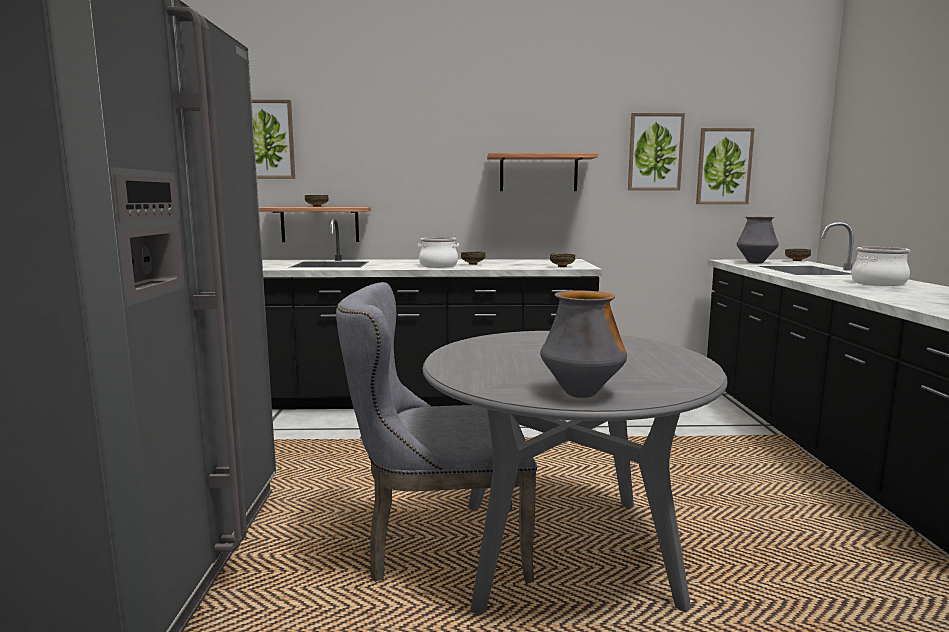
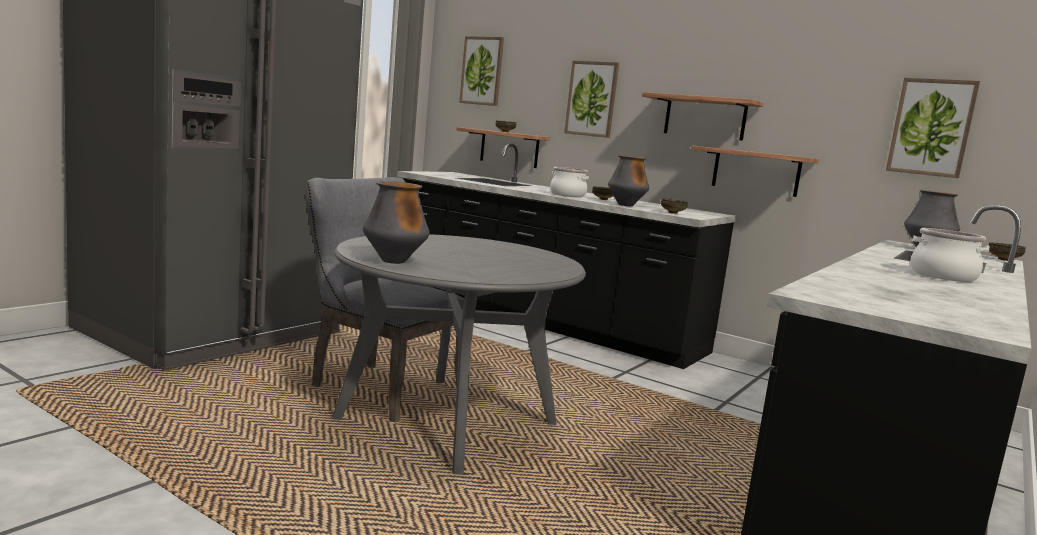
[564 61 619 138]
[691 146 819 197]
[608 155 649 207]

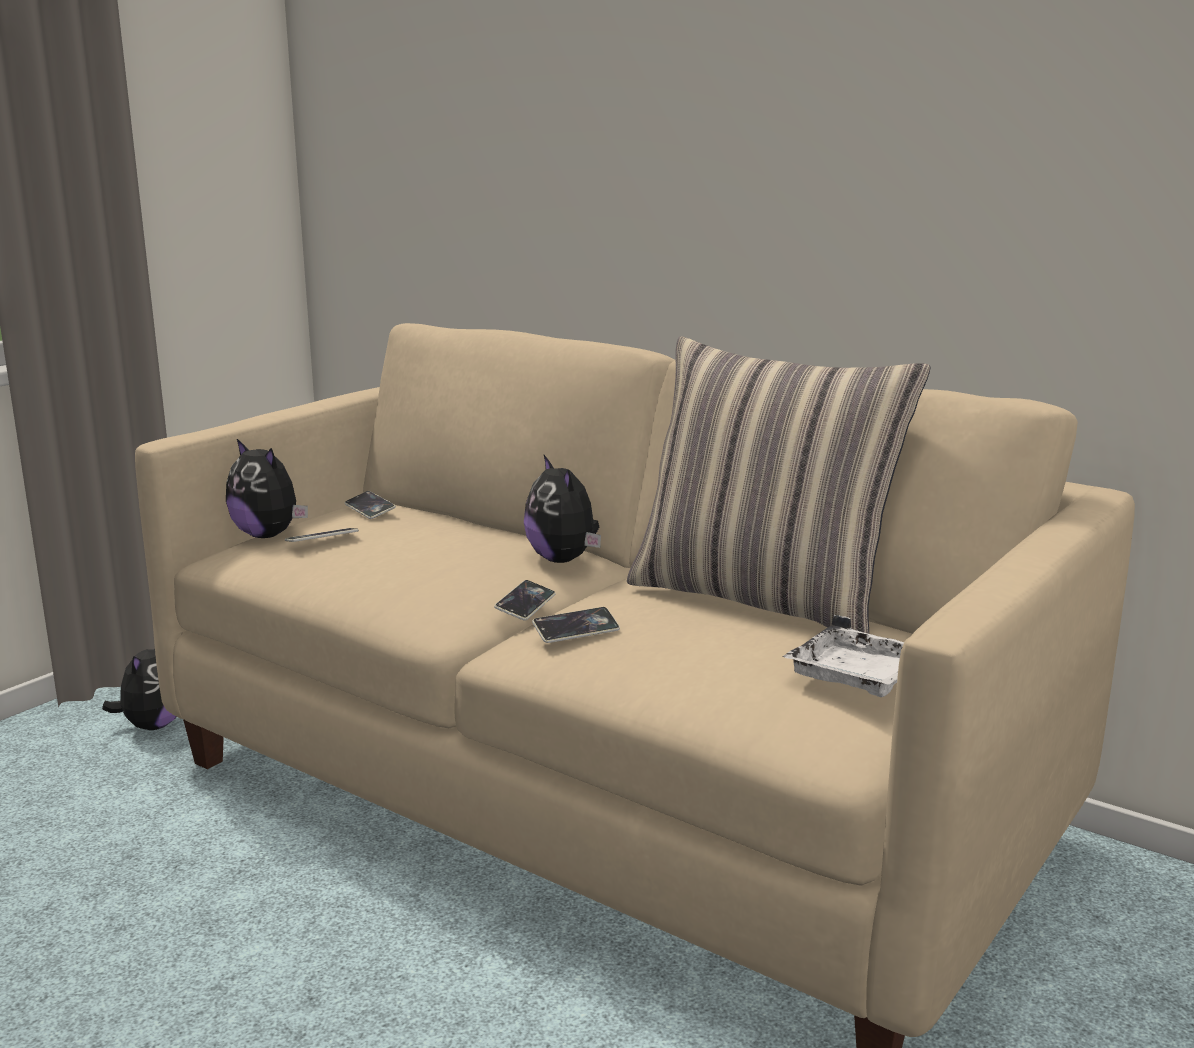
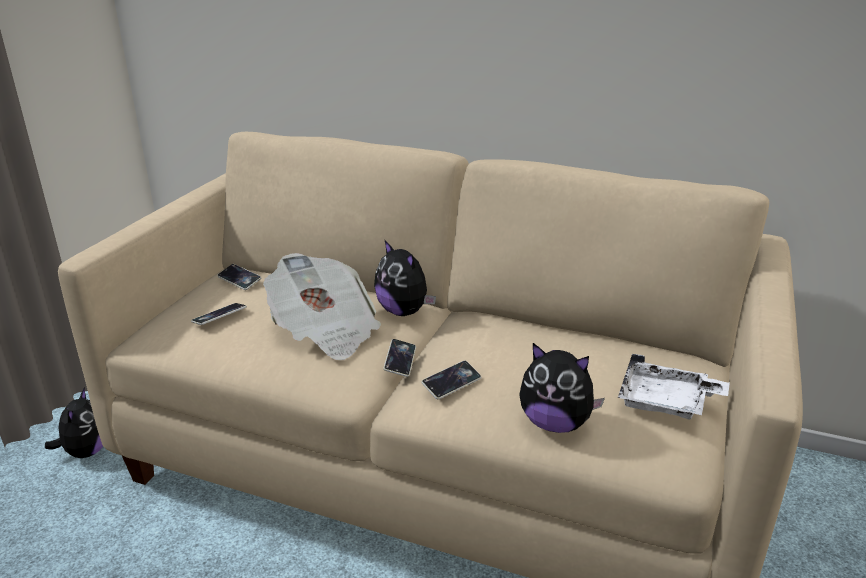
[627 336 931 634] (first image)
[520 343 605 433]
[263 253 381 360]

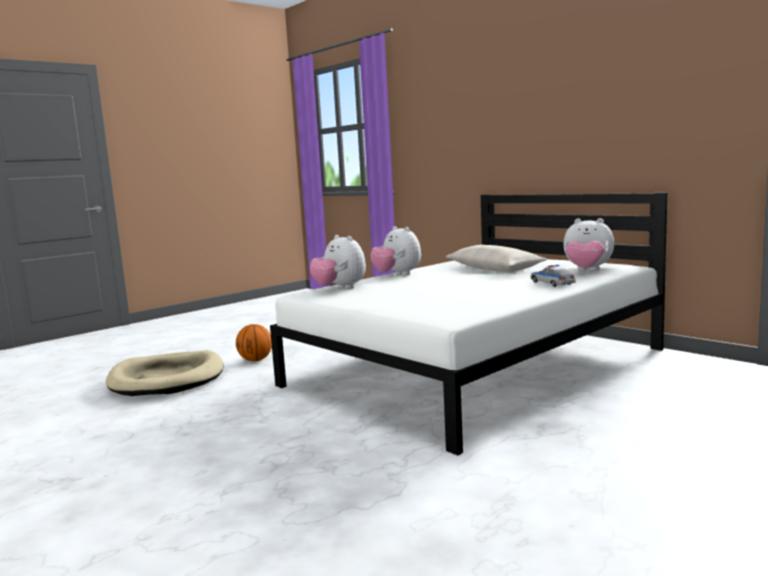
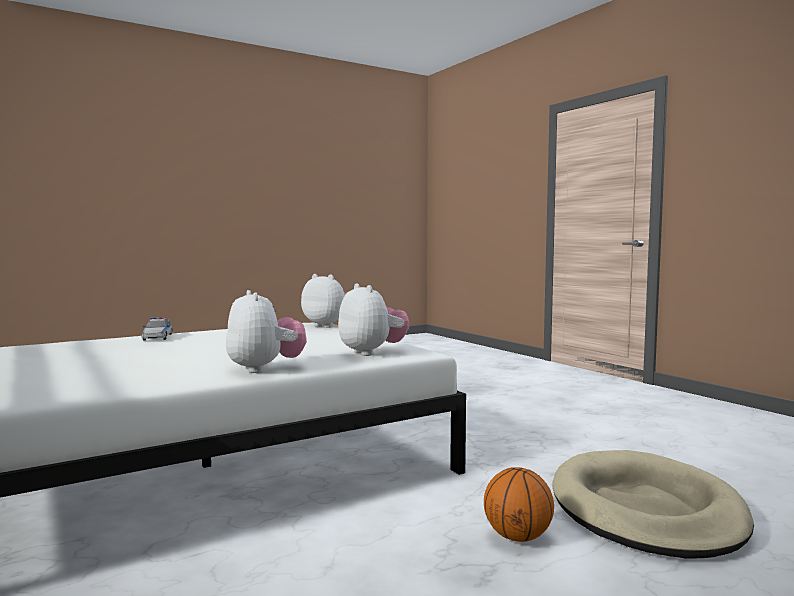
[301 274 347 328]
[446 245 547 272] (first image)

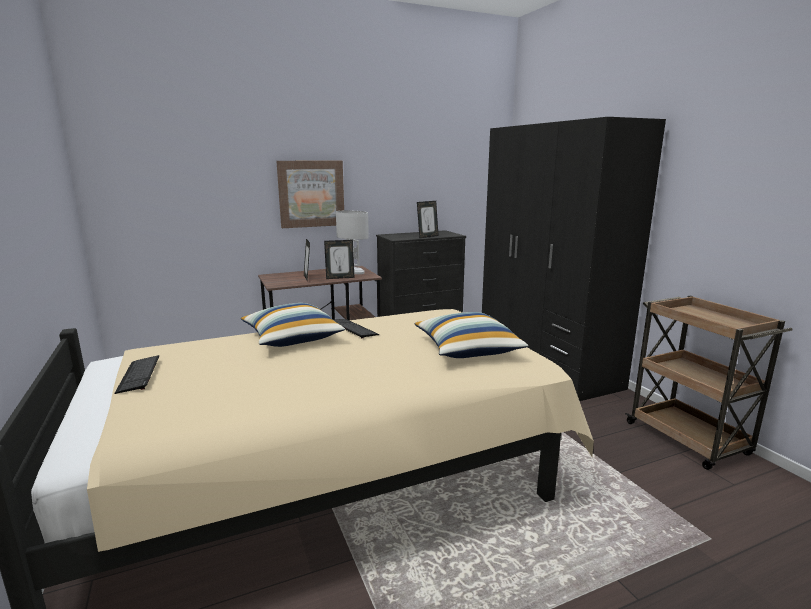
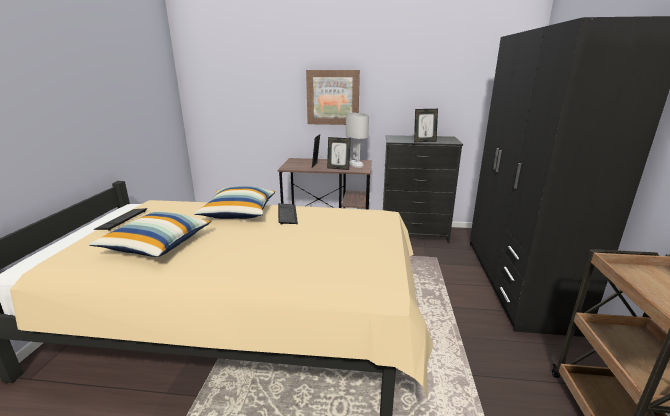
[89 211 211 257]

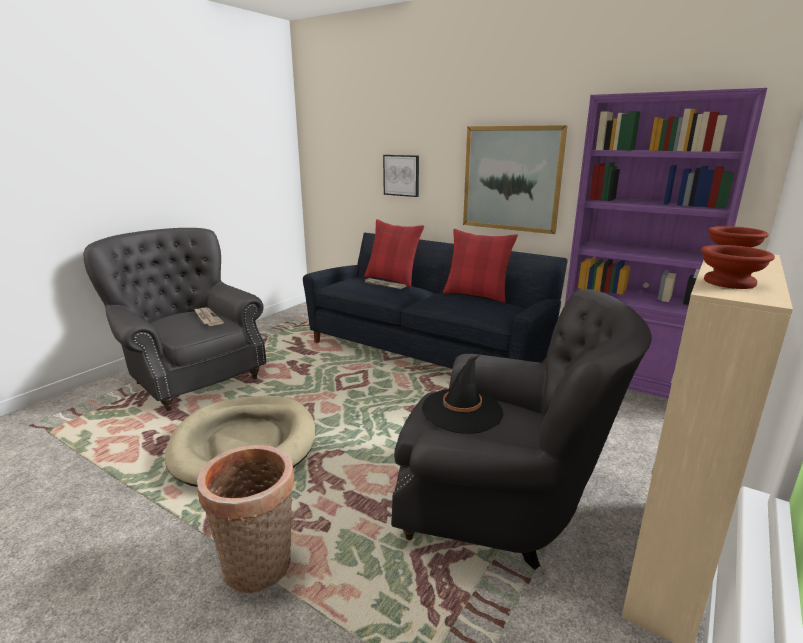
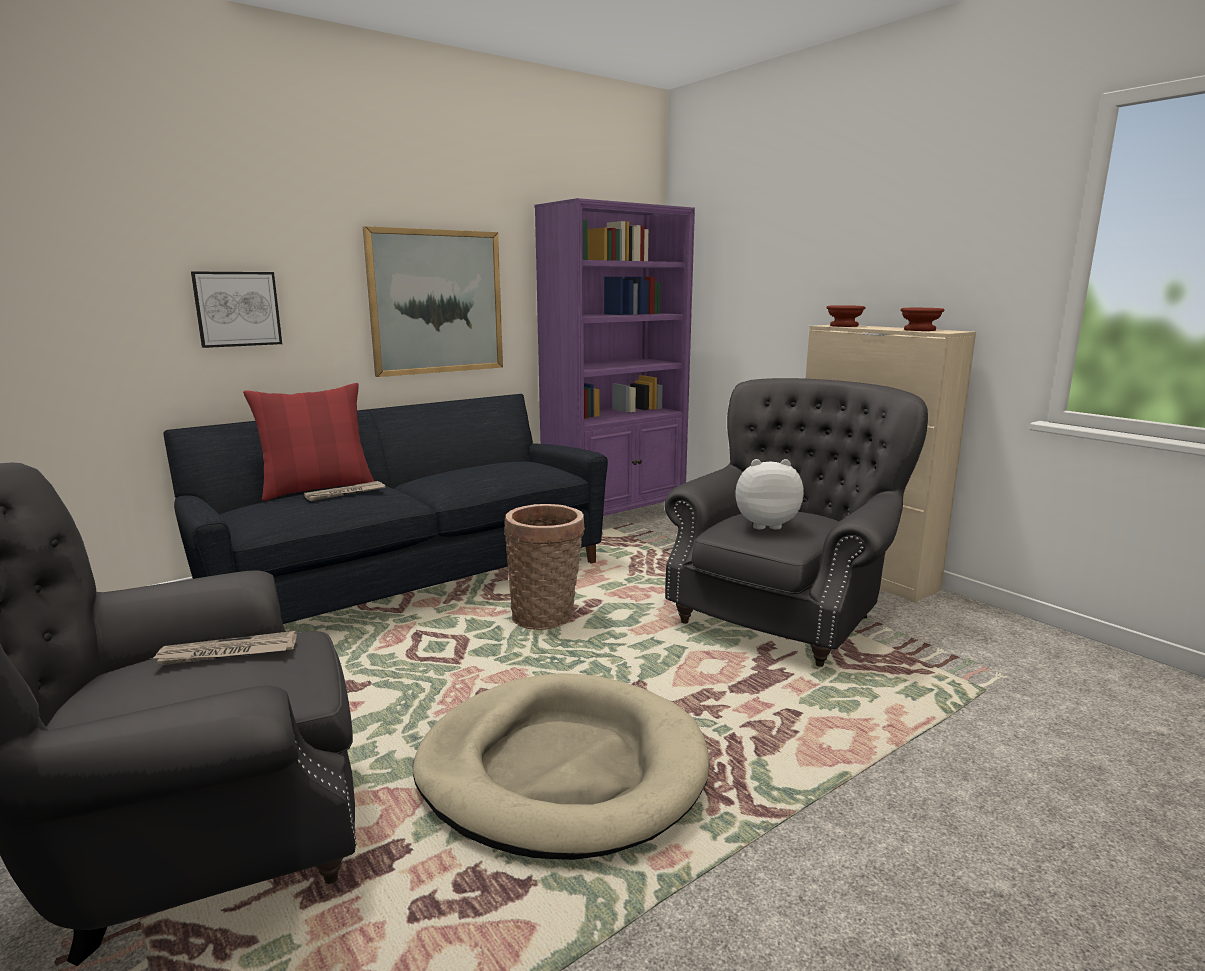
[443 229 518 303] (first image)
[735 459 804 529]
[504 504 585 630]

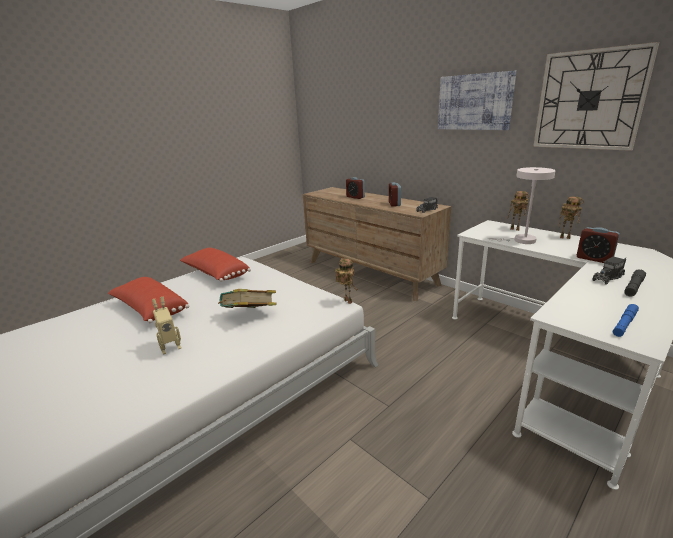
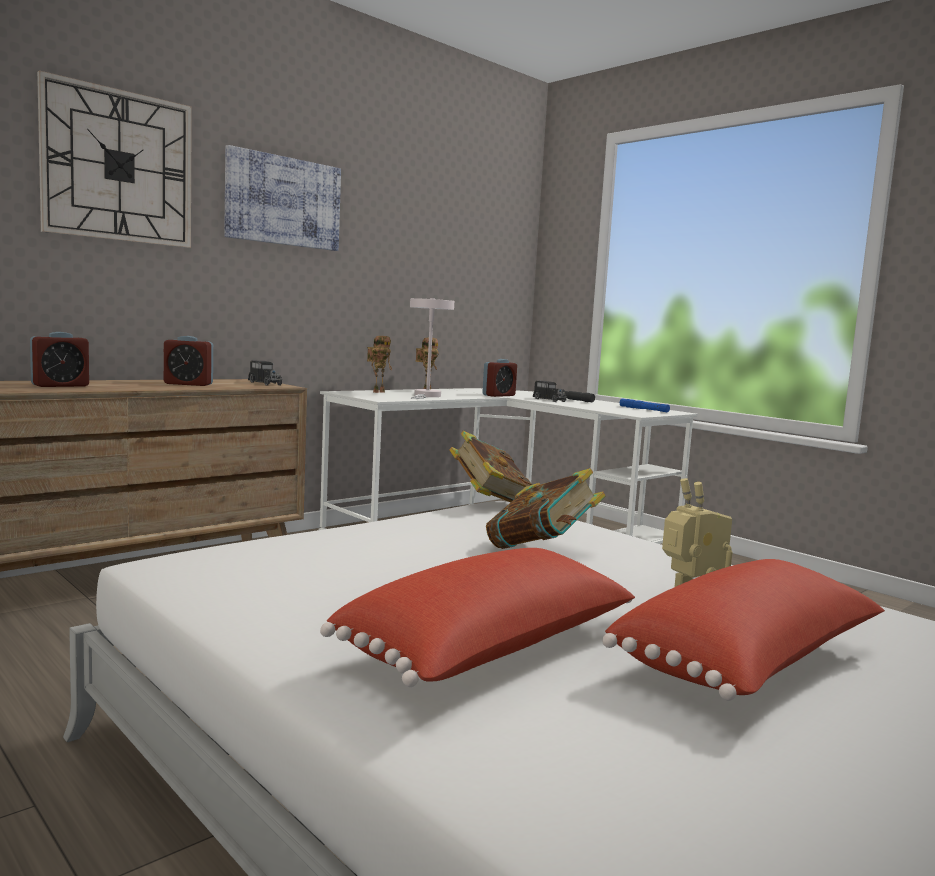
[37 70 192 248]
[602 559 885 701]
[449 431 532 502]

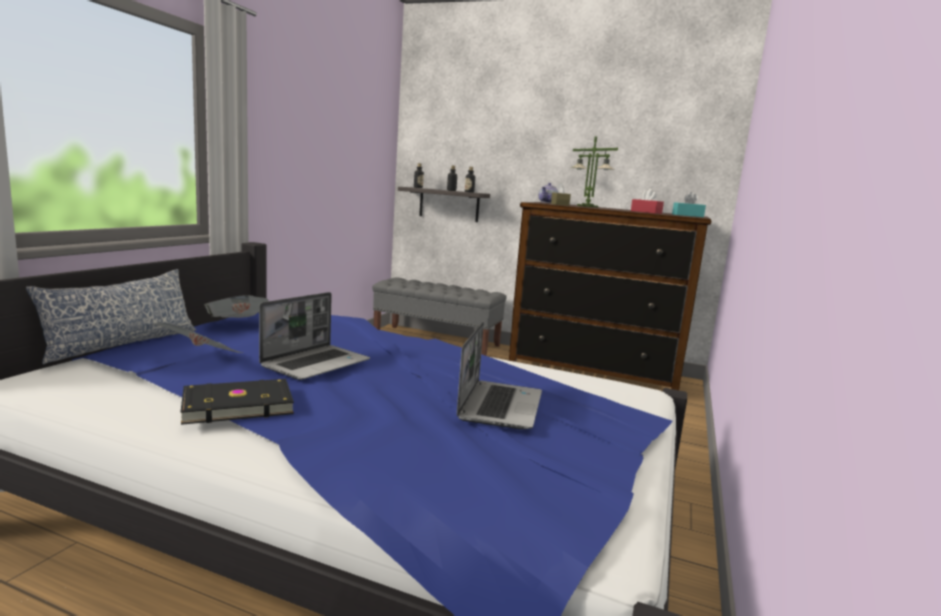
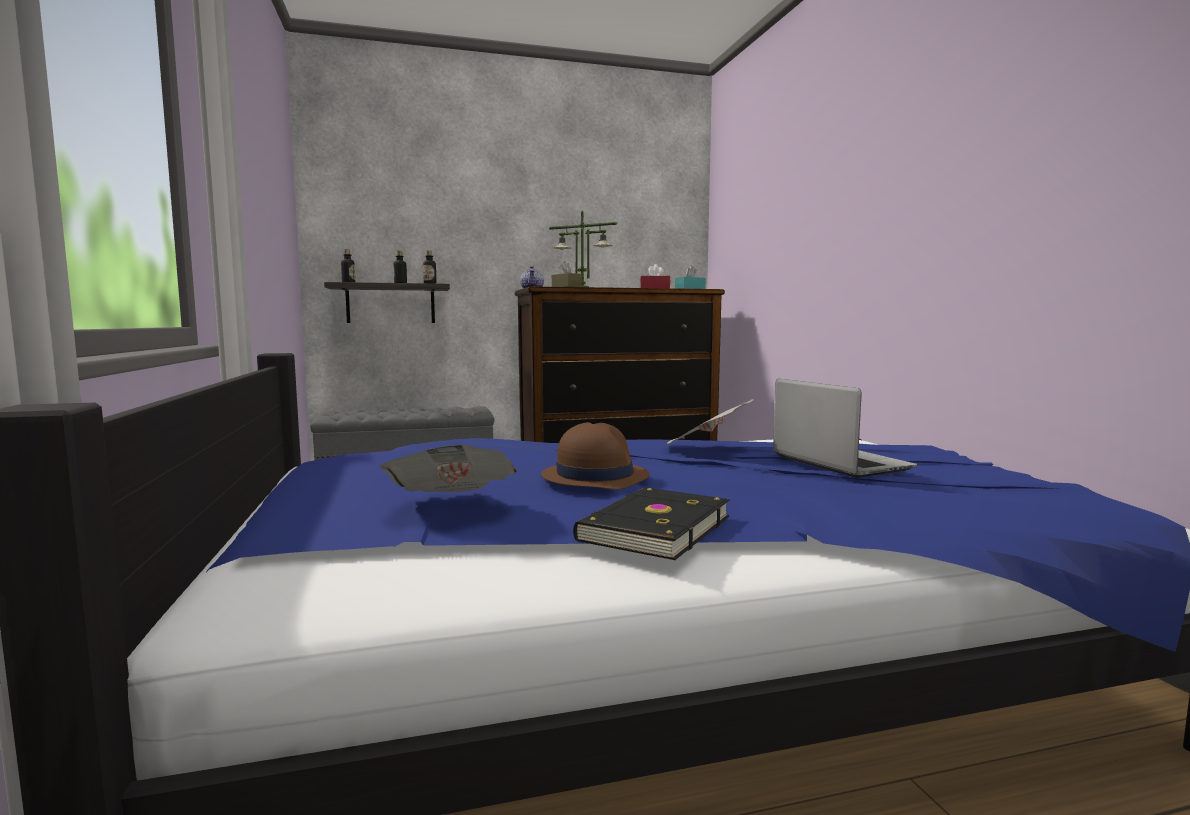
[26 269 196 365] (first image)
[541 422 650 490]
[664 399 754 446]

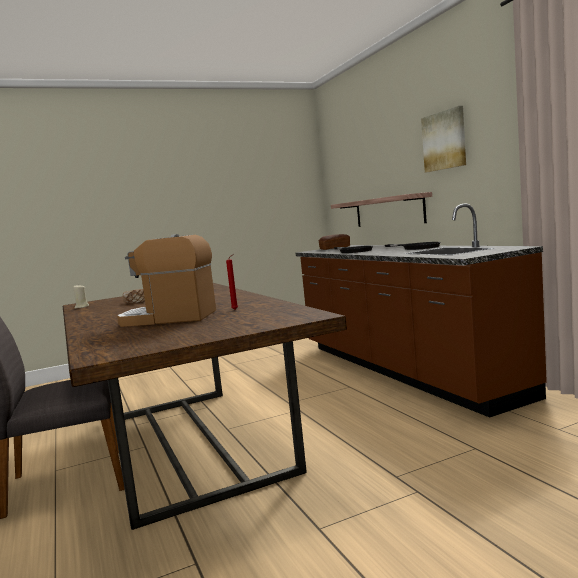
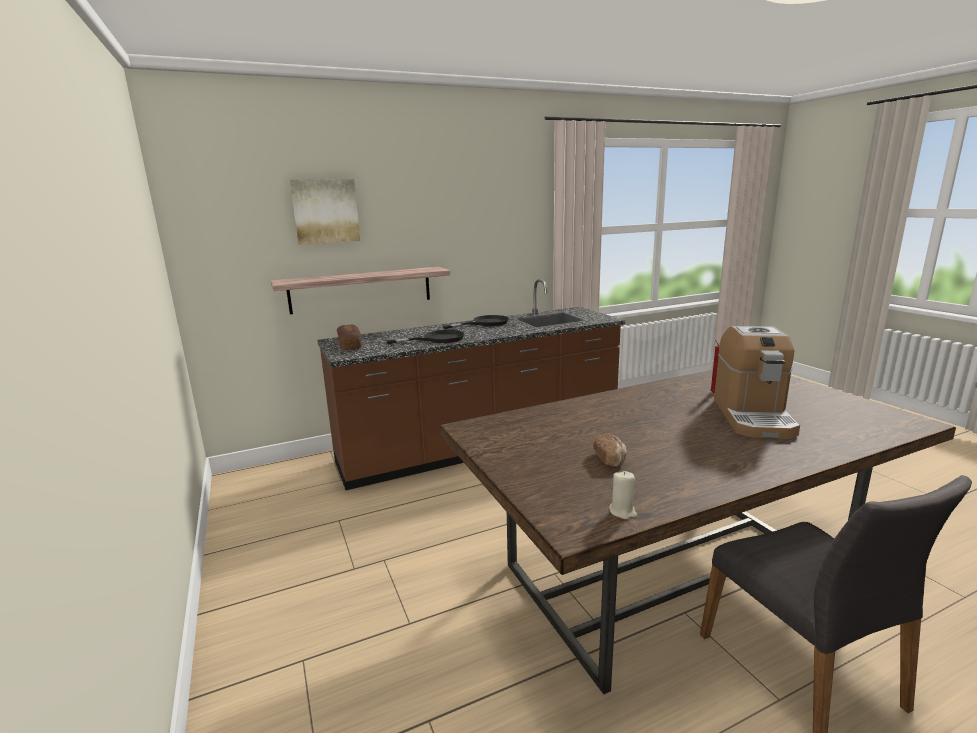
[290 179 360 245]

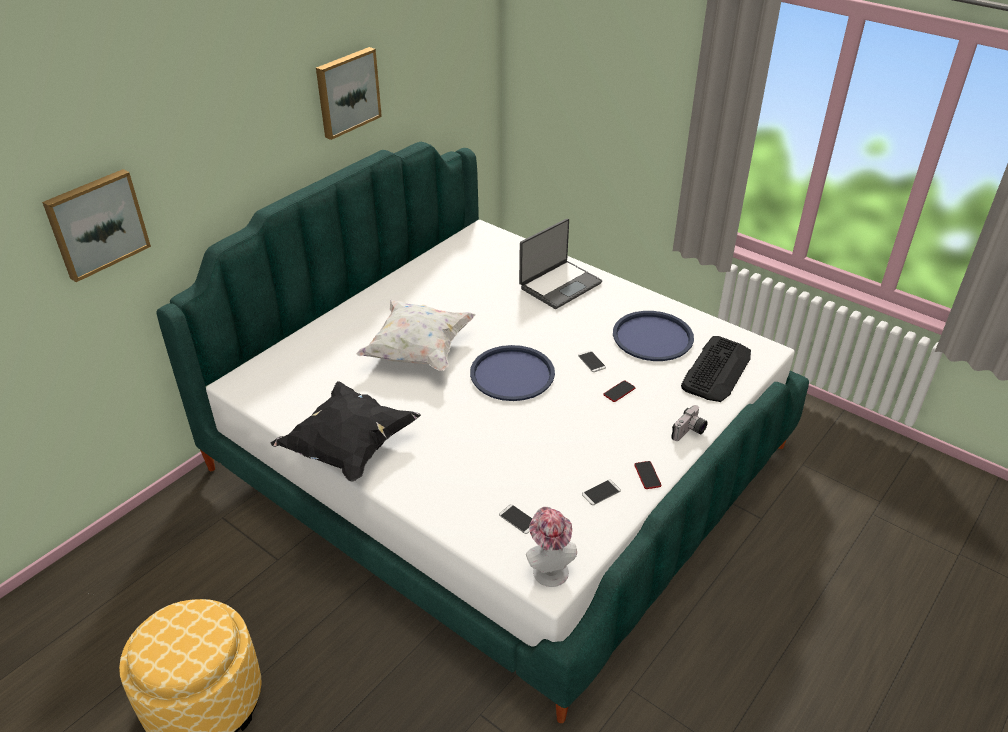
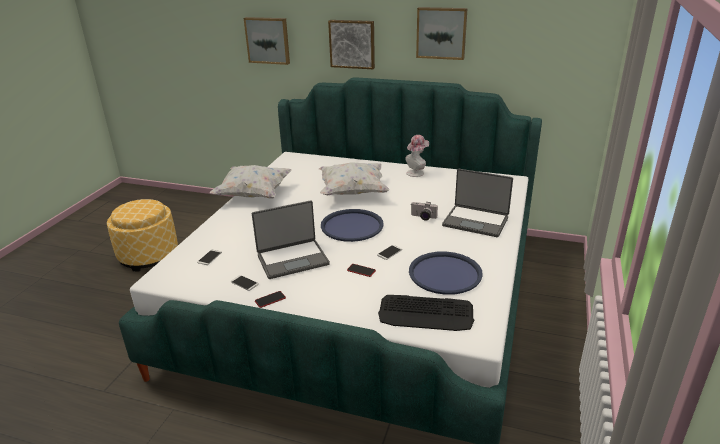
[209 165 292 199]
[411 202 438 221]
[405 135 429 177]
[328 20 375 69]
[252 200 330 279]

